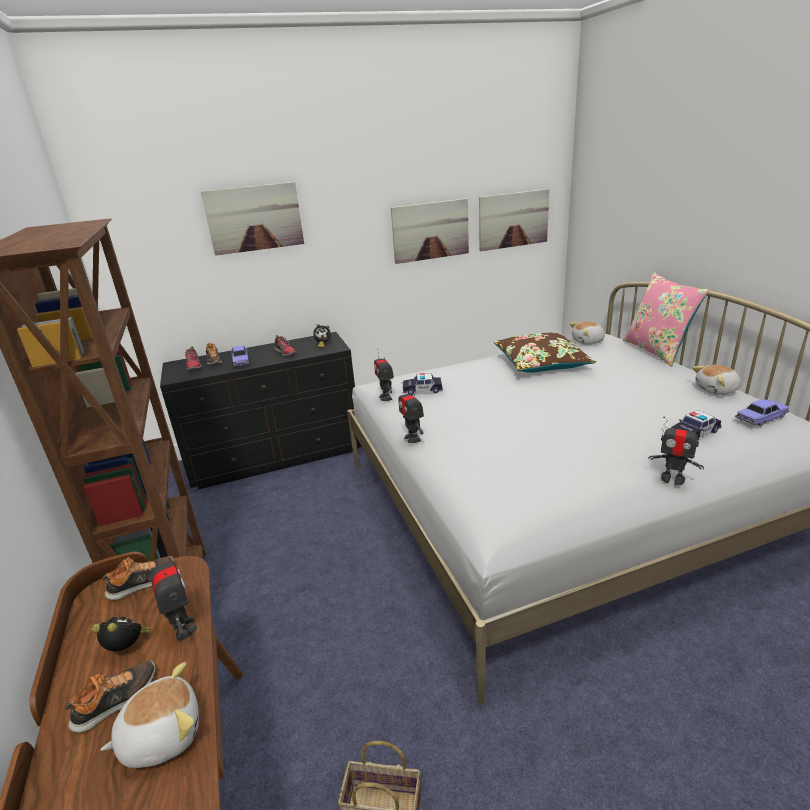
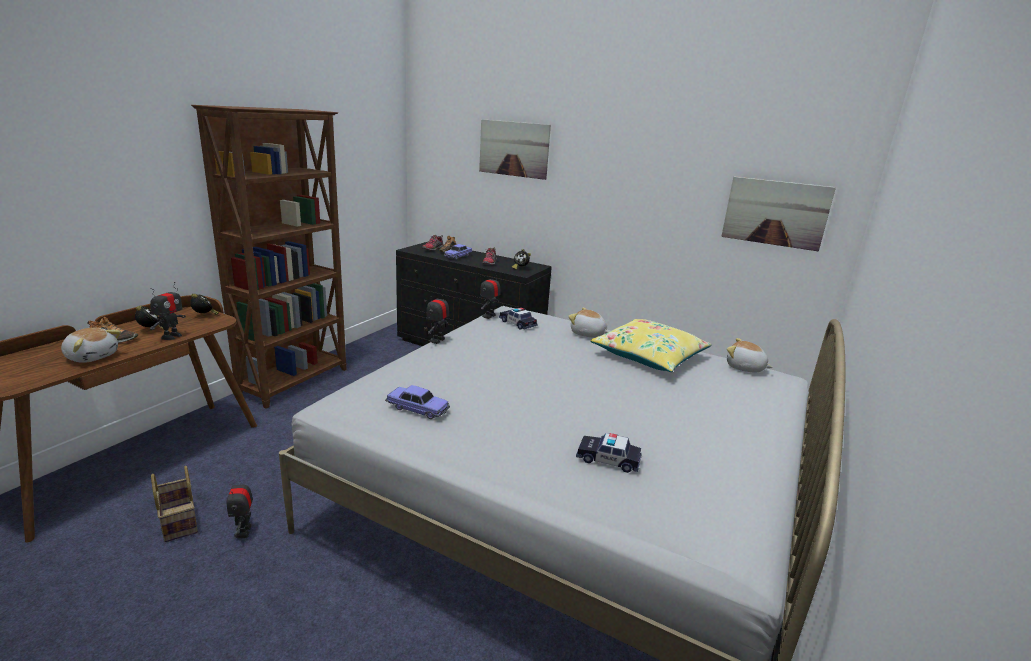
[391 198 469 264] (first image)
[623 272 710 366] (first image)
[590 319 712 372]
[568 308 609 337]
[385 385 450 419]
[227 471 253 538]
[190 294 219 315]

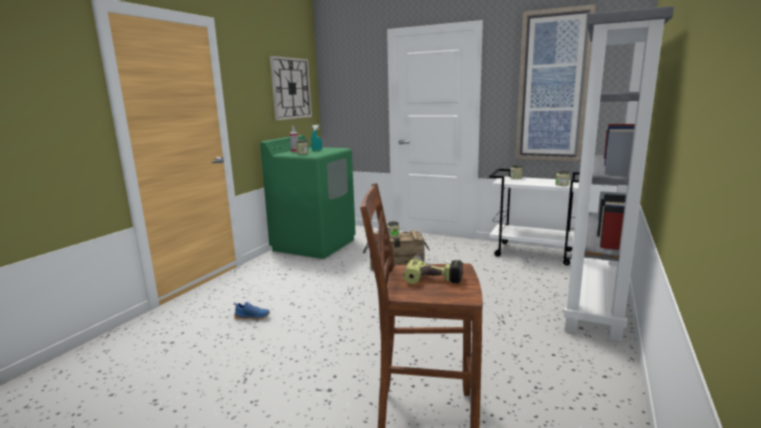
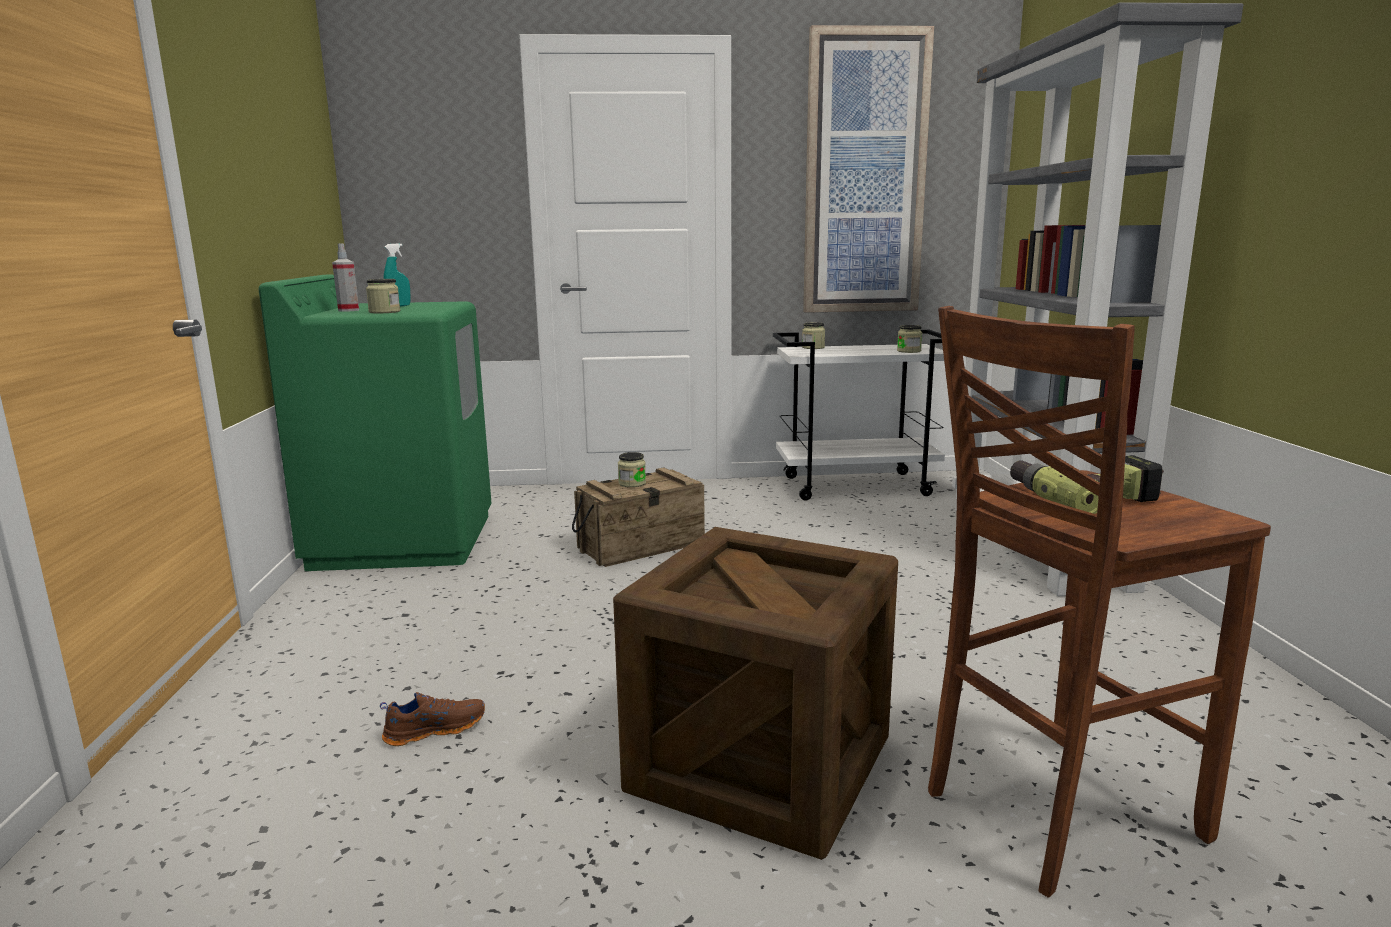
[270 56 312 120] (first image)
[380 692 485 746]
[613 527 898 860]

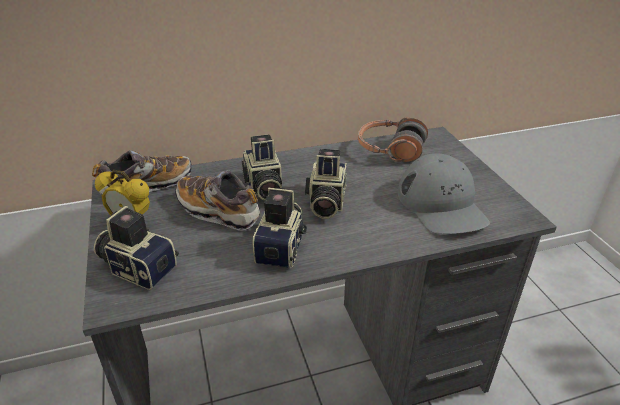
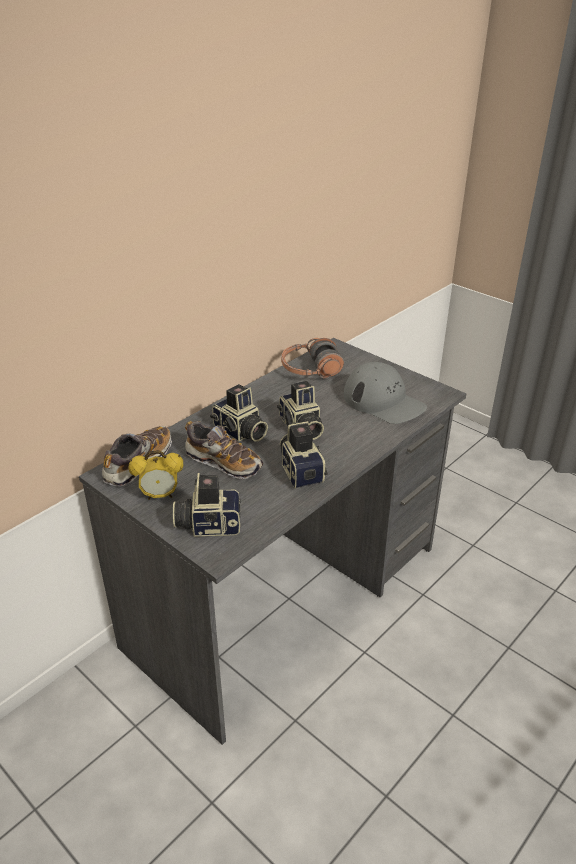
[185 421 263 479]

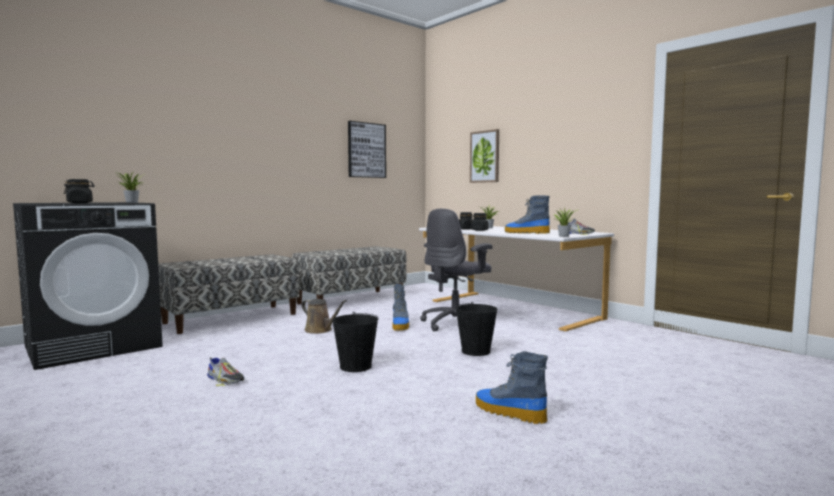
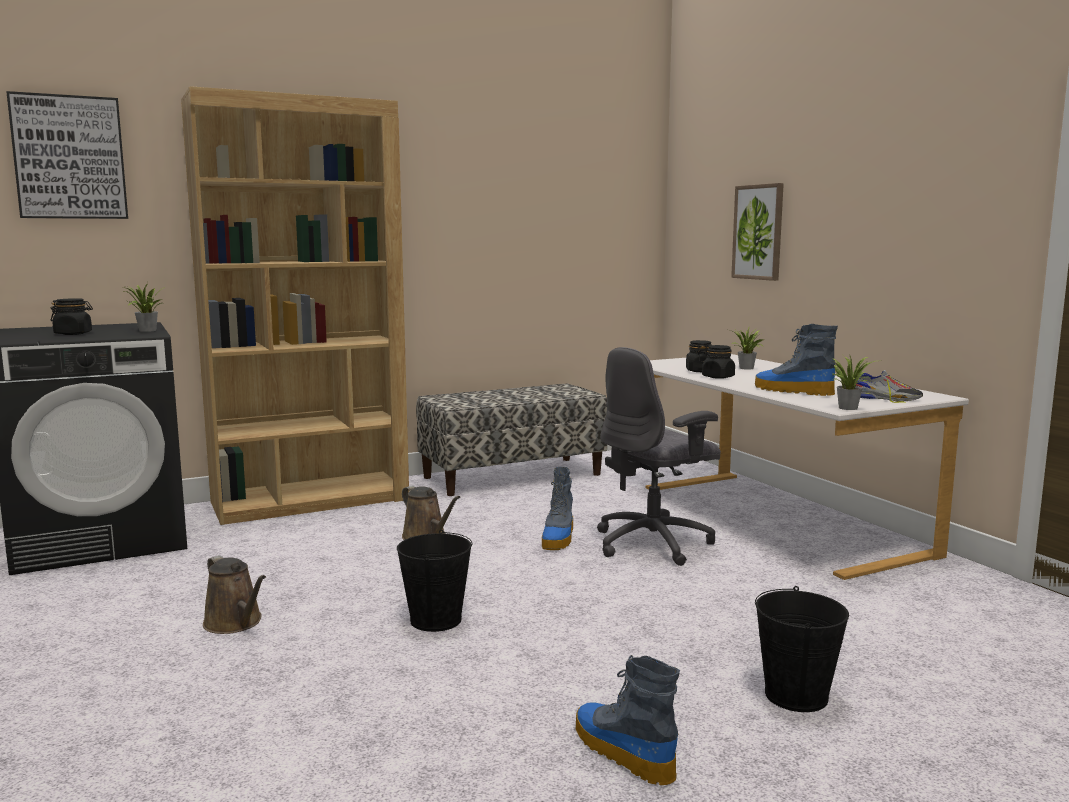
[6 91 128 219]
[181 86 409 525]
[755 586 849 712]
[203 555 266 634]

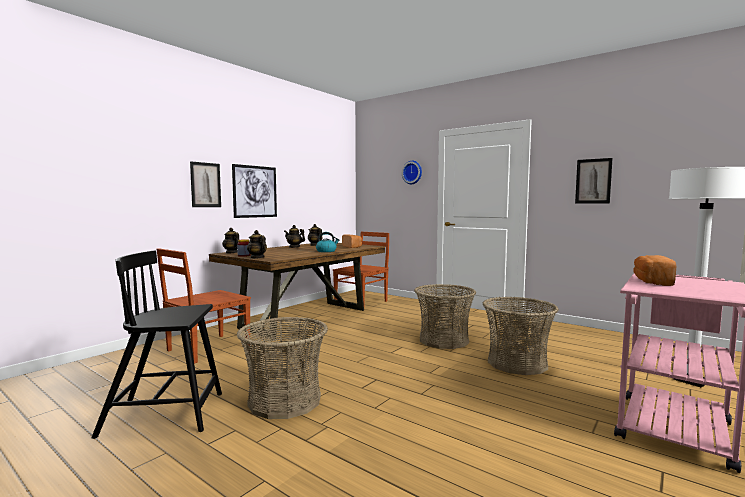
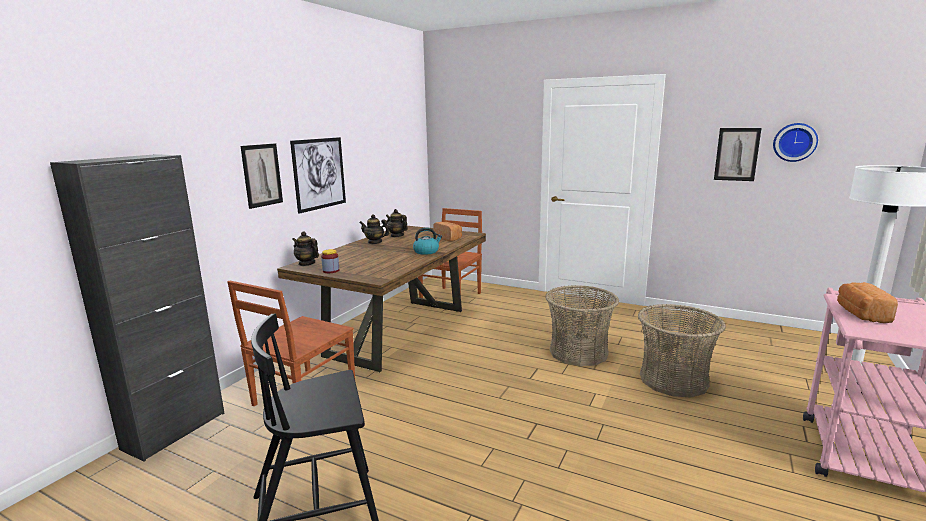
[773 123 818 162]
[247 230 267 259] (first image)
[237 317 328 419] (first image)
[50 154 225 462]

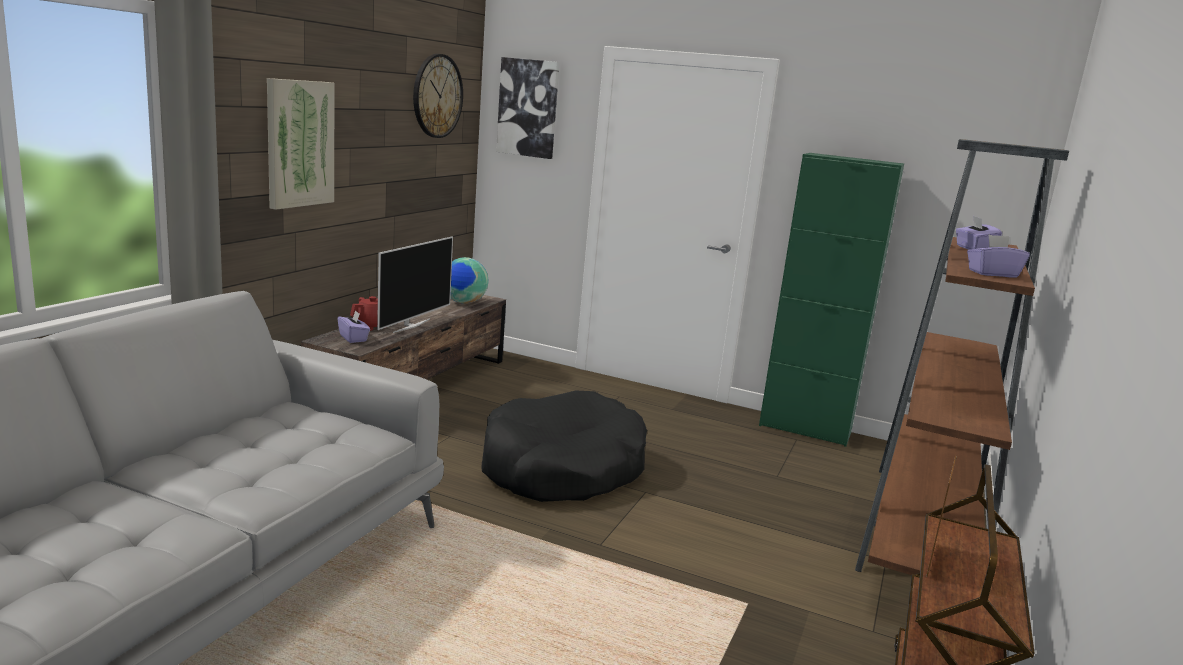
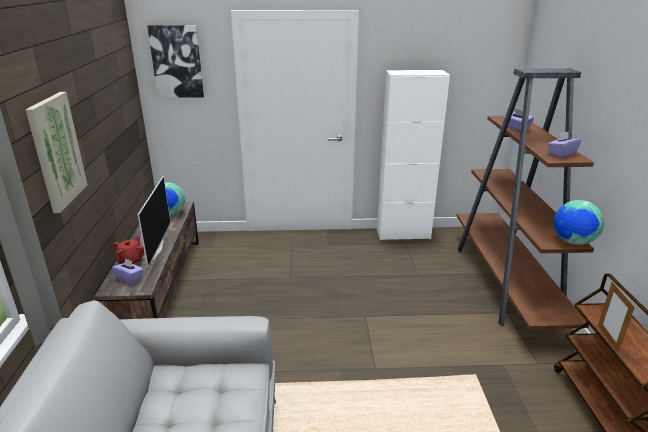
[413 54 463 138] (first image)
[377 70 450 240]
[481 391 647 502] (first image)
[554 200 604 245]

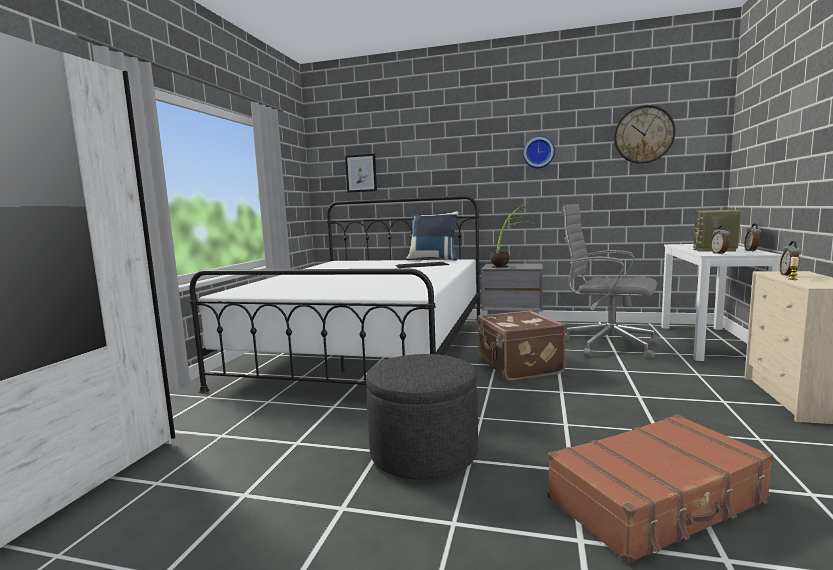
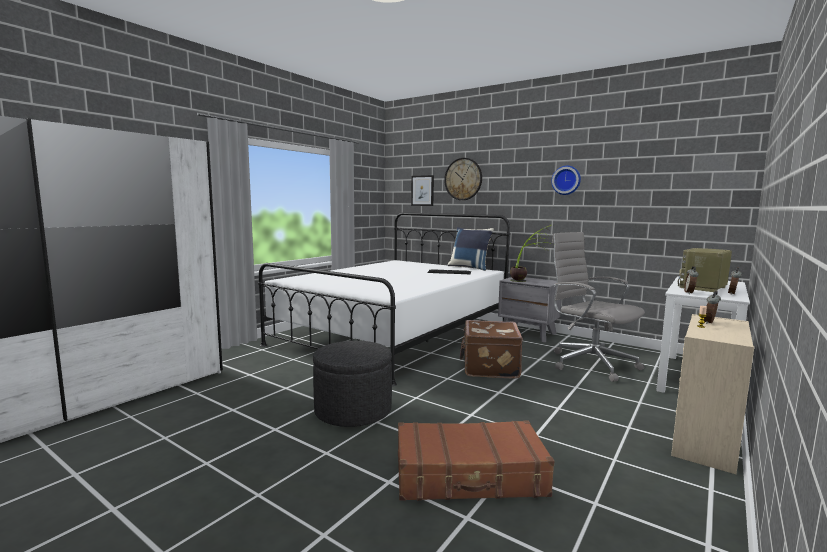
[444 158 482 200]

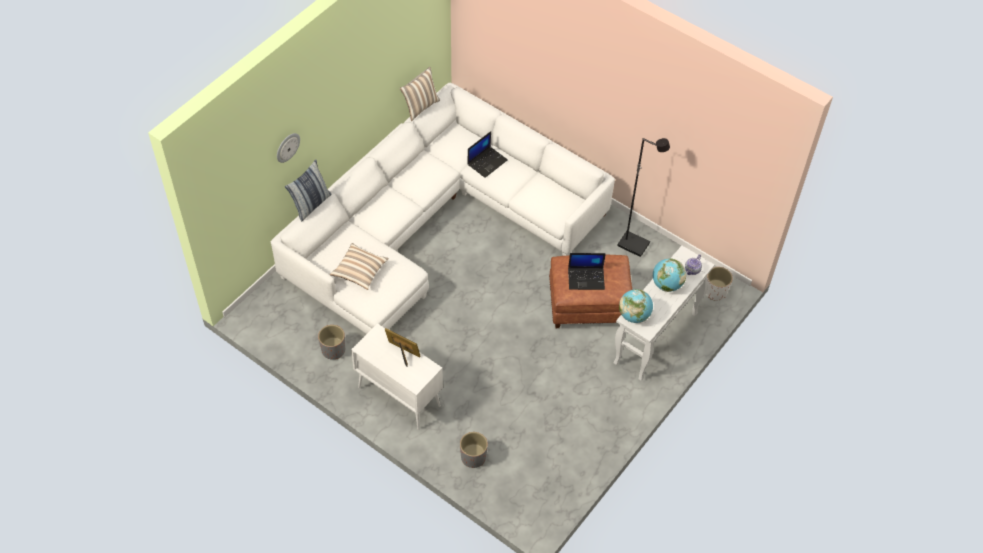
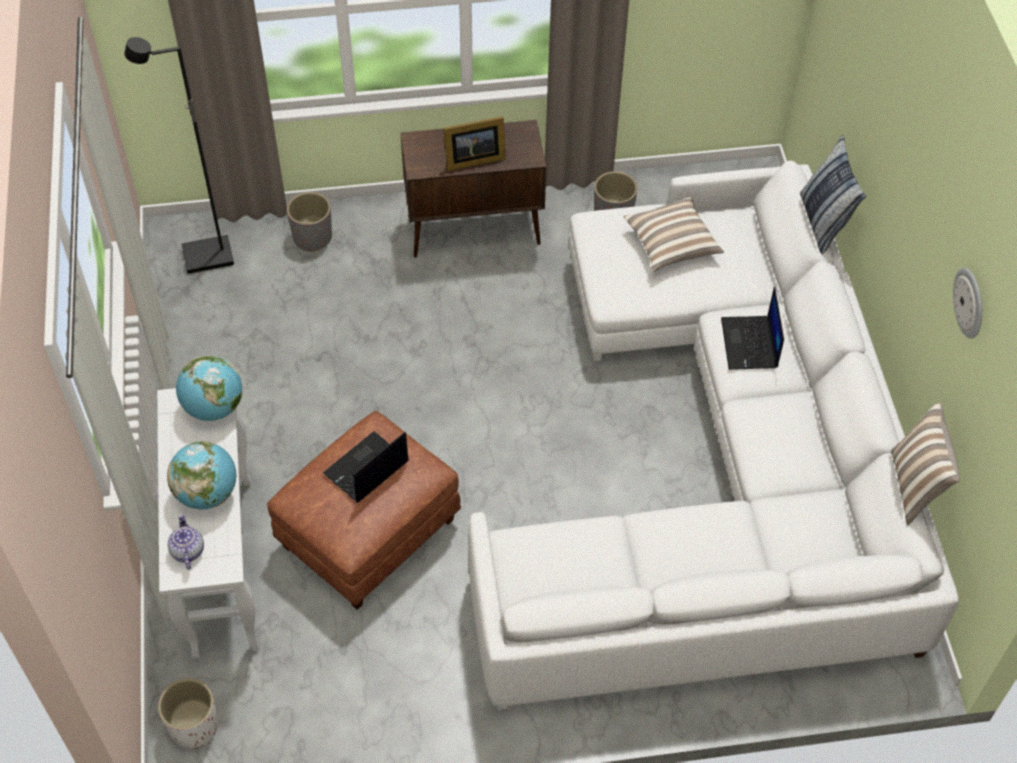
[721 287 784 370]
[953 268 982 339]
[124 37 234 274]
[401 120 547 258]

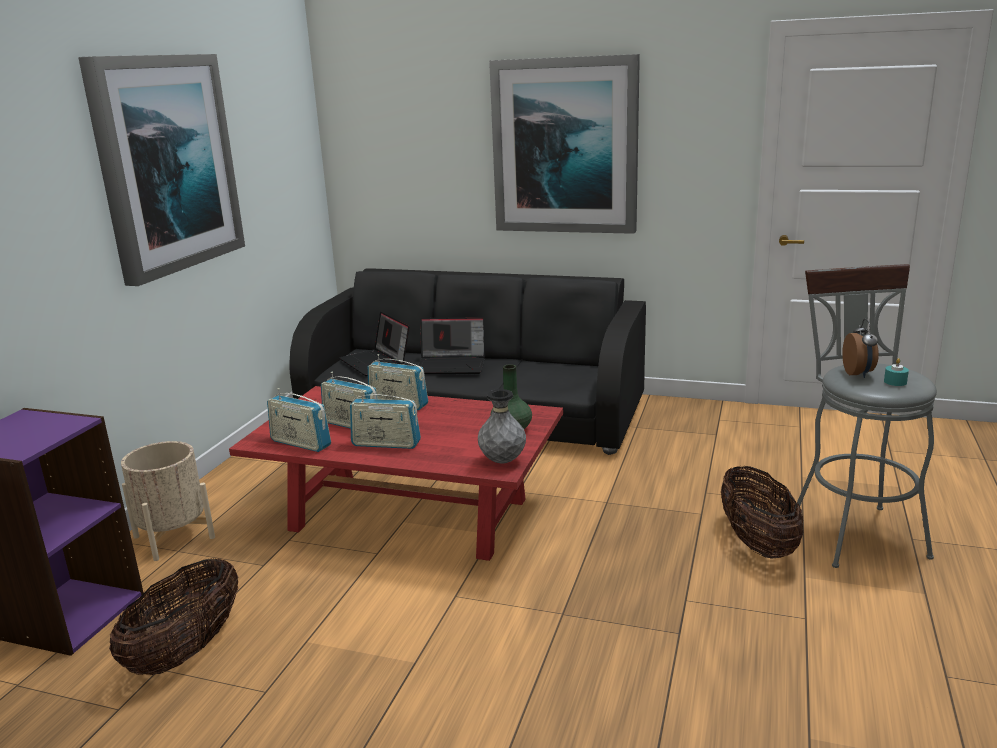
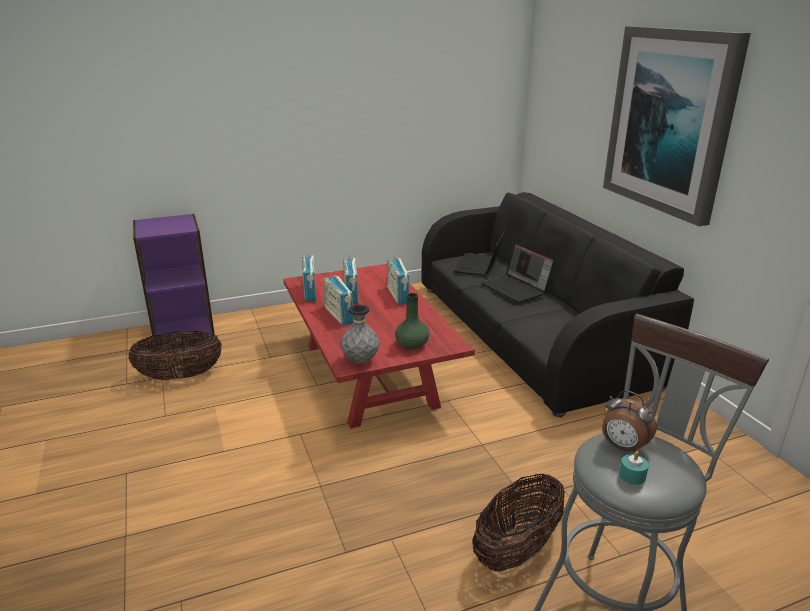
[78 54 245 286] (first image)
[602 391 657 453]
[121 441 215 561] (first image)

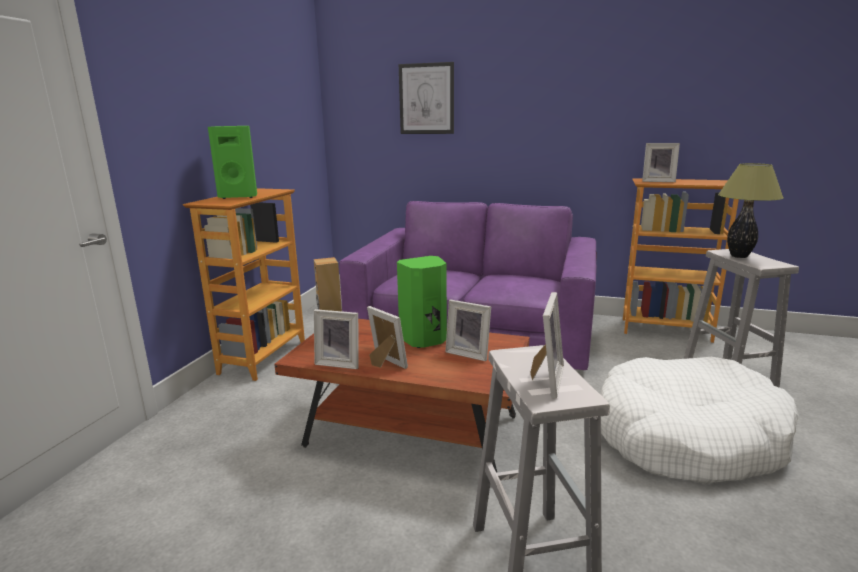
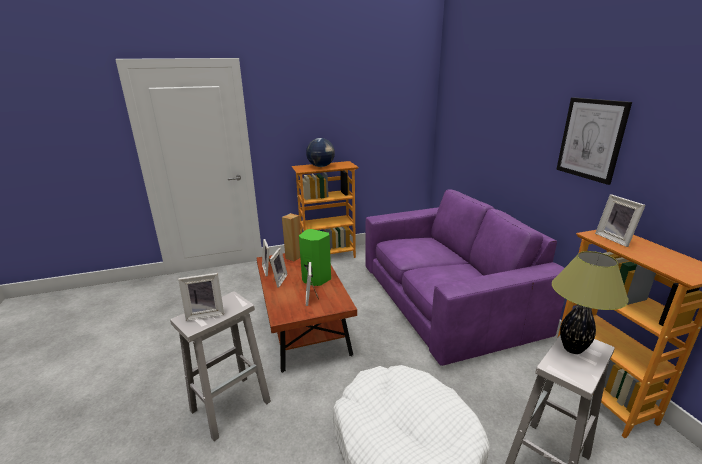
[556 97 632 185]
[306 138 335 167]

